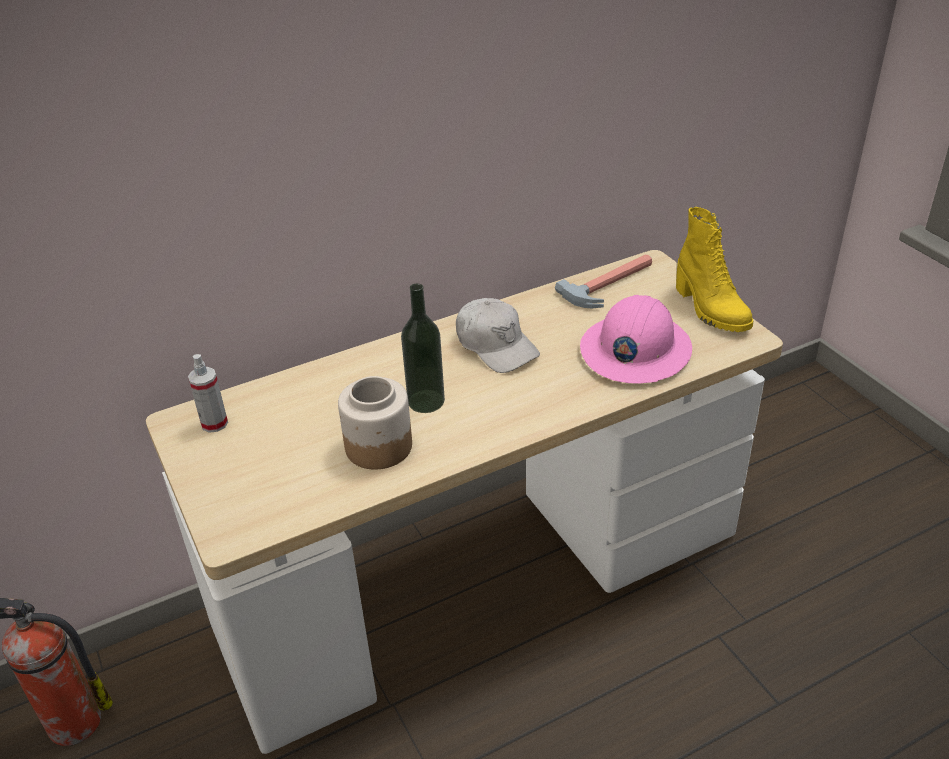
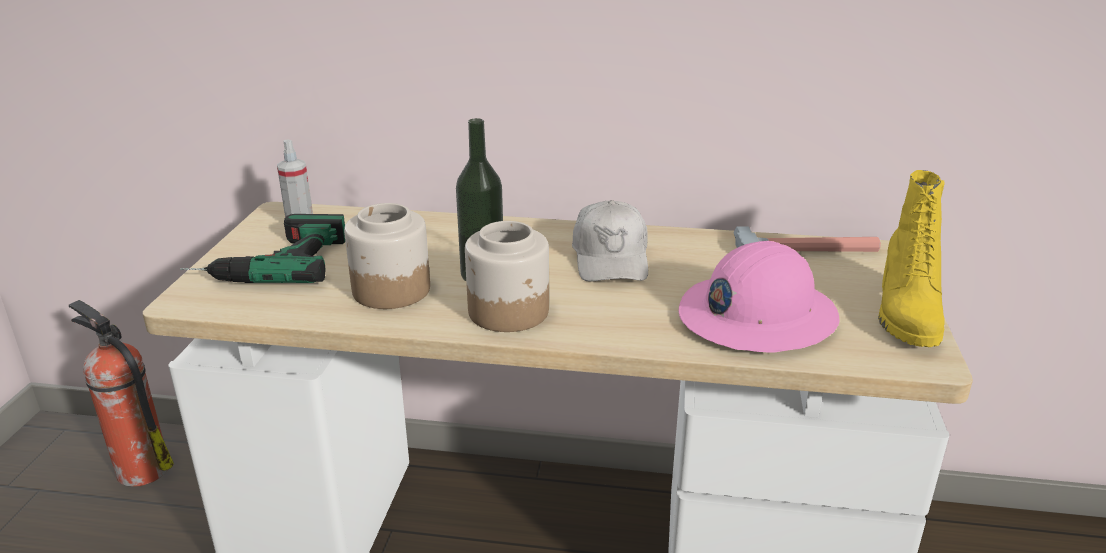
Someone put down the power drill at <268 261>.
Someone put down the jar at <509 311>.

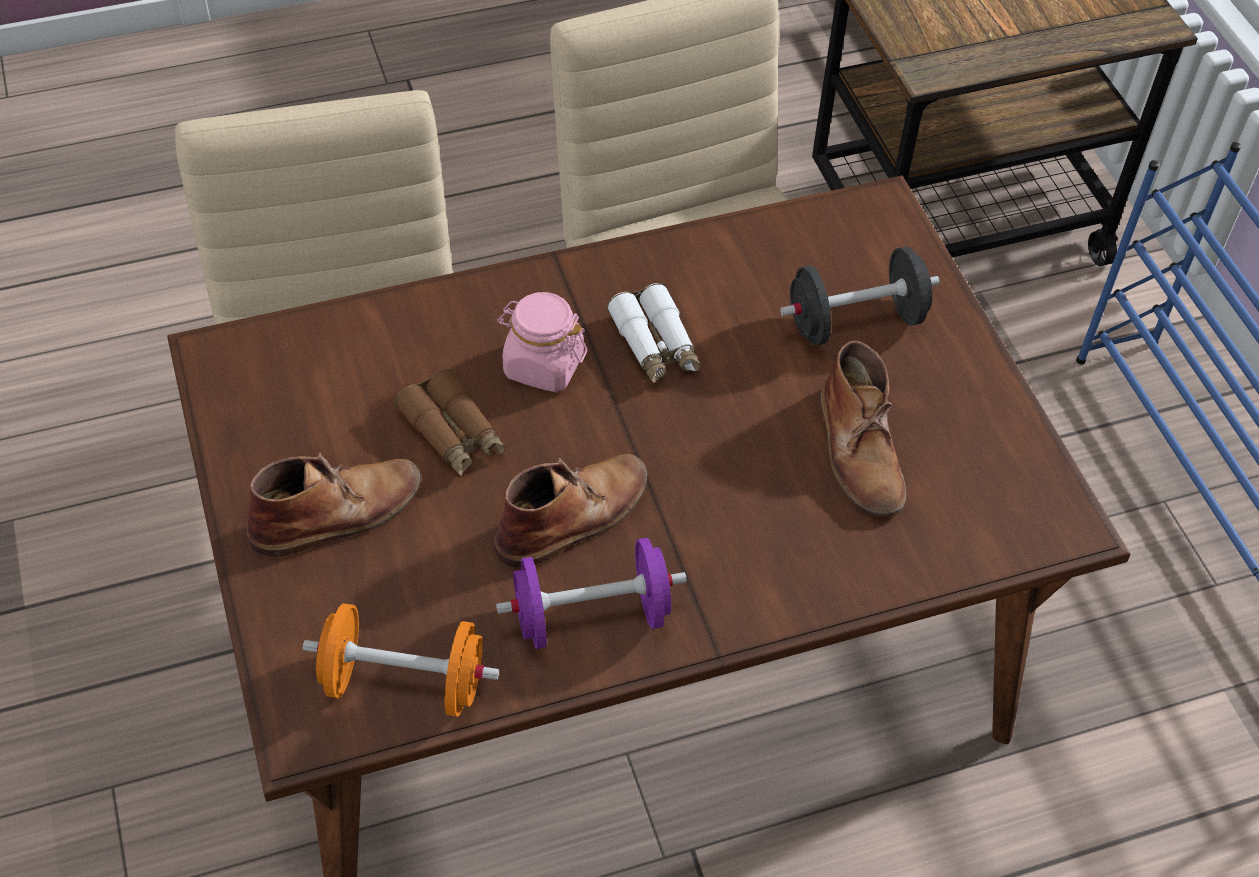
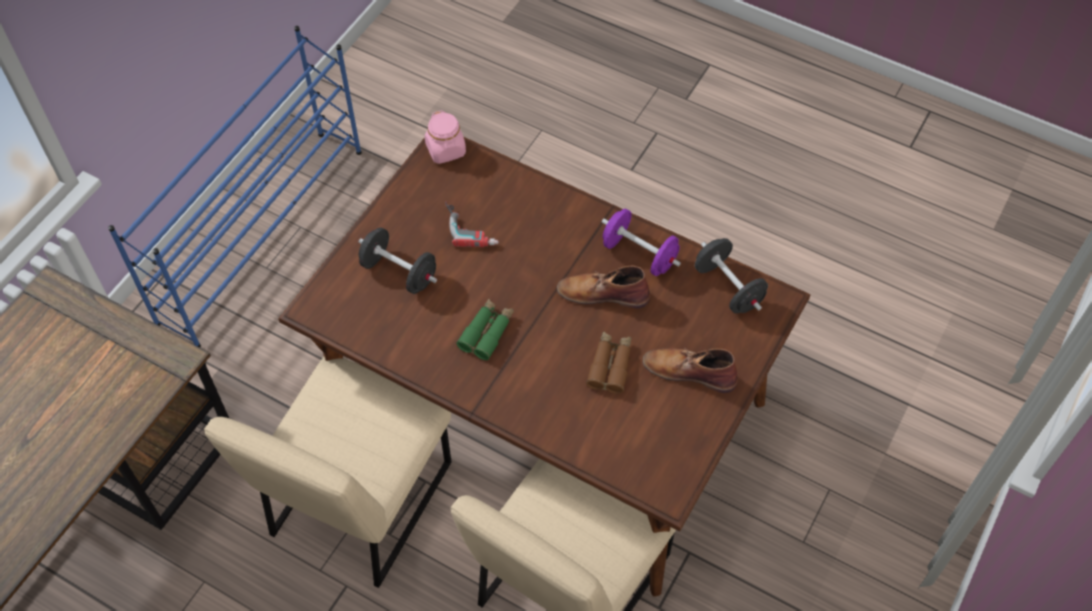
Someone repainted the free weight (orange-coloured) at <404 682>, which became the free weight (black-coloured) at <728 287>.
Someone carried the jar (pink-coloured) from <543 365> to <446 150>.
Someone repainted the field glasses (white) at <655 345>, which became the field glasses (green) at <487 332>.
Someone swapped the high-top boot (brown) at <859 451> for the power drill at <471 226>.

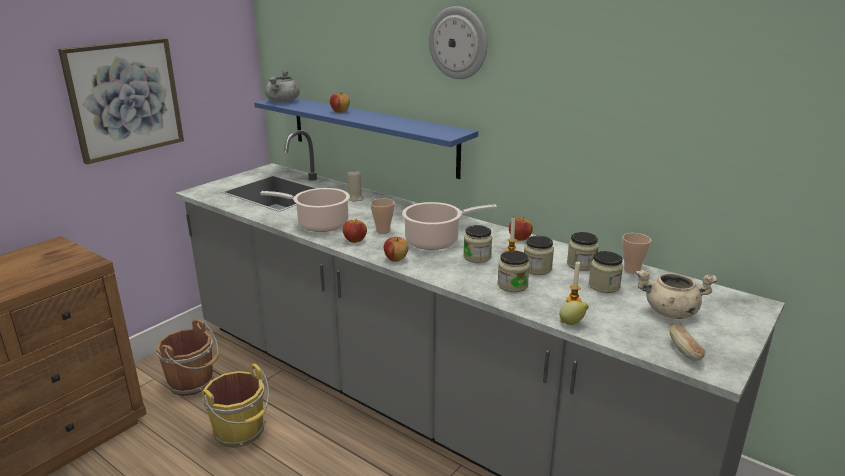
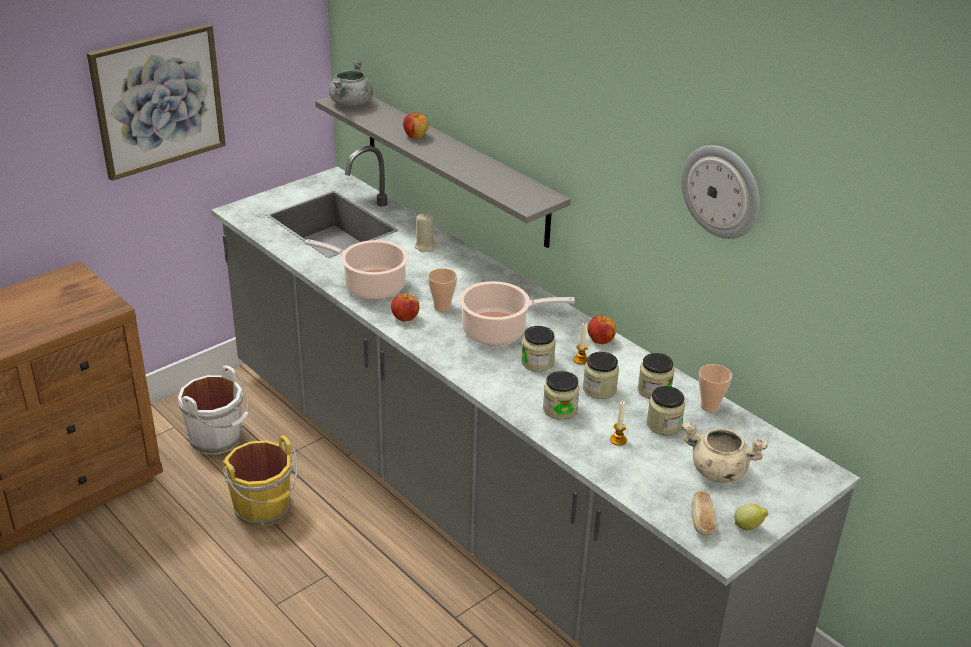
Someone repainted the bucket (brown) at <193 382>, which became the bucket (white) at <218 439>.
Someone repainted the bracket shelf (blue-coloured) at <371 135>, which became the bracket shelf (greyish) at <454 166>.
Someone took away the apple fruit at <396 259>.
Someone carried the wall clock from <458 43> to <722 191>.
Someone carried the lemon from <572 323> to <748 527>.

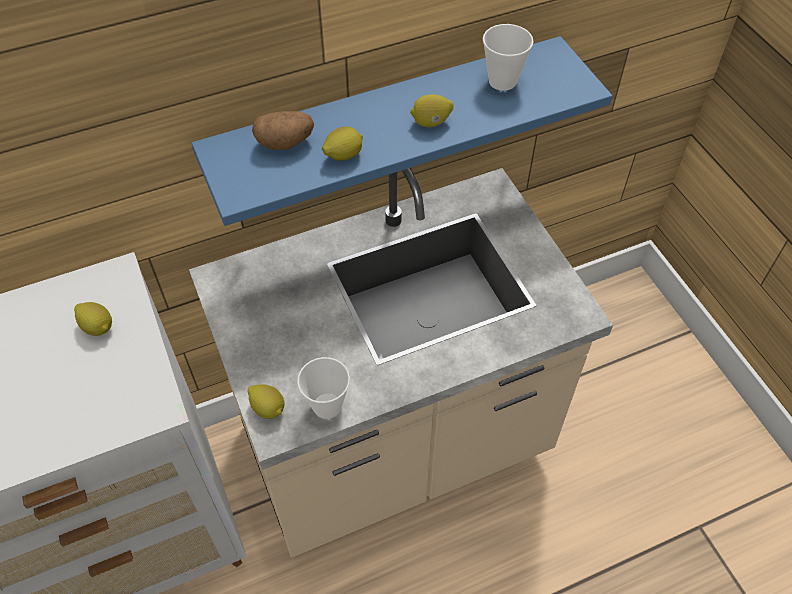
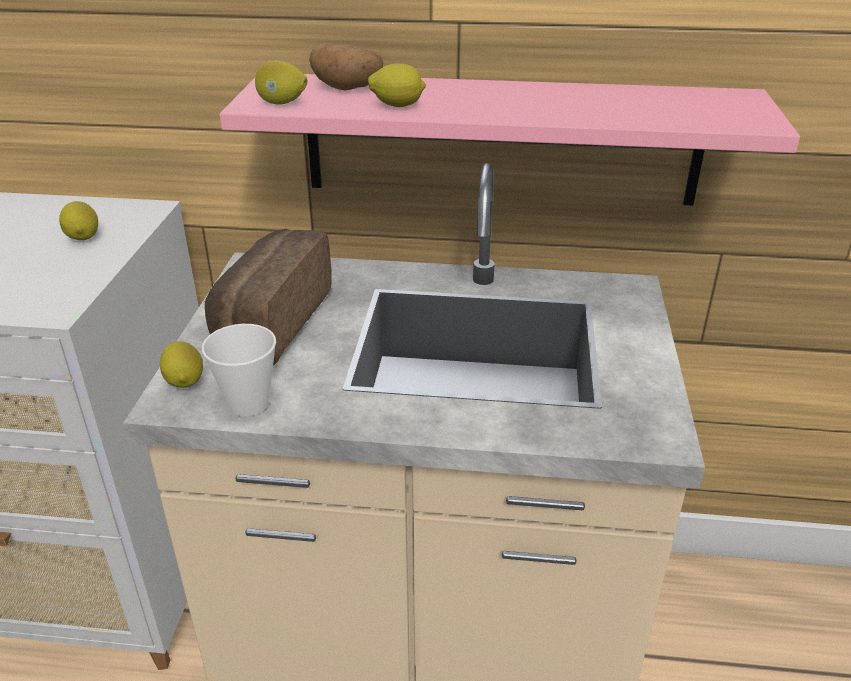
Someone repainted the bracket shelf (blue-coloured) at <386 122>, which became the bracket shelf (pink-coloured) at <501 139>.
Someone carried the lemon from <431 122> to <281 103>.
Someone took away the cup at <502 81>.
Someone put down the baked bread at <269 322>.

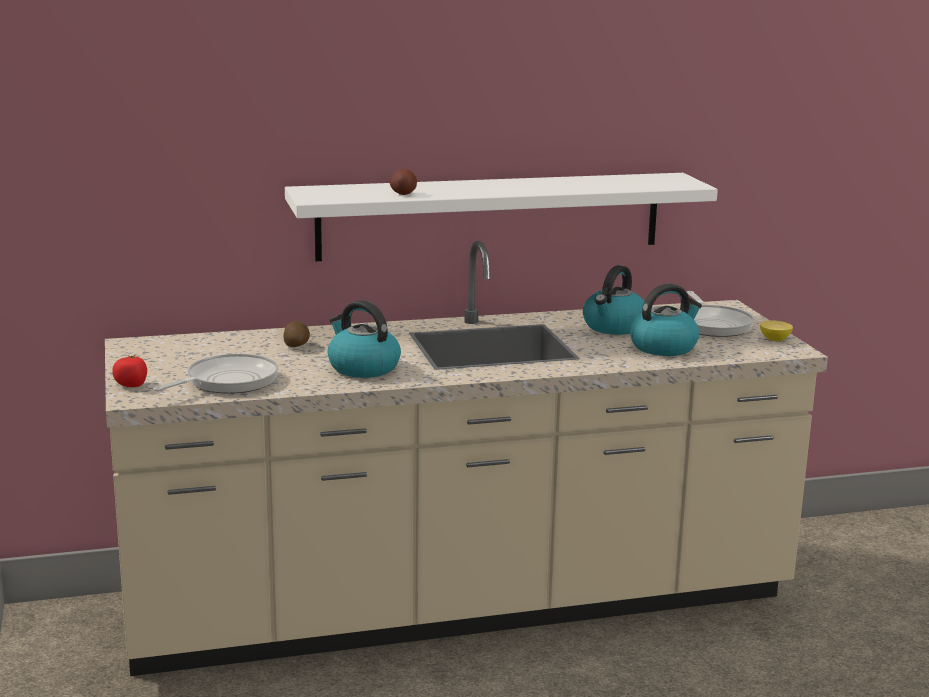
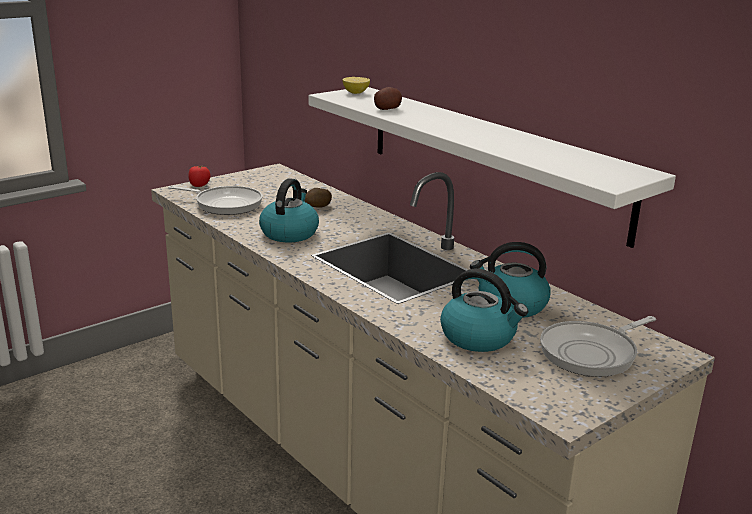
Someone carried the lemon from <774 339> to <356 92>.

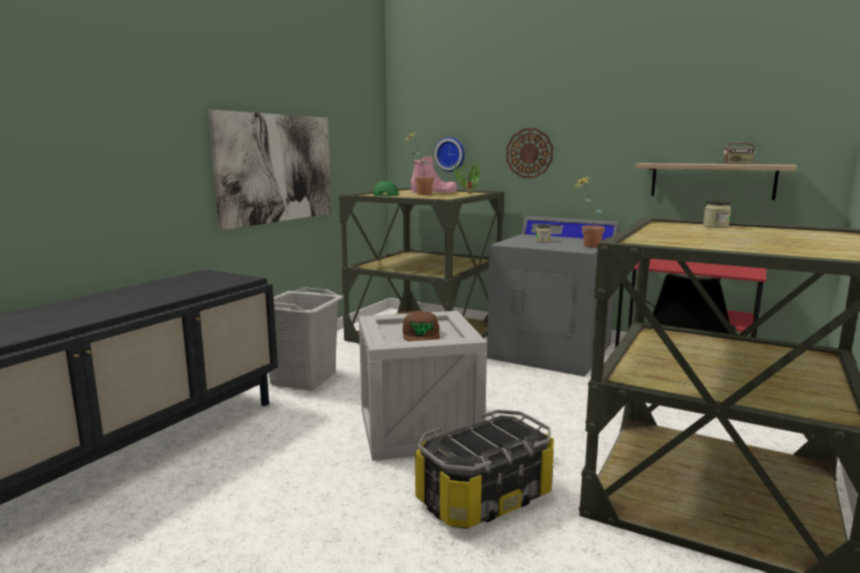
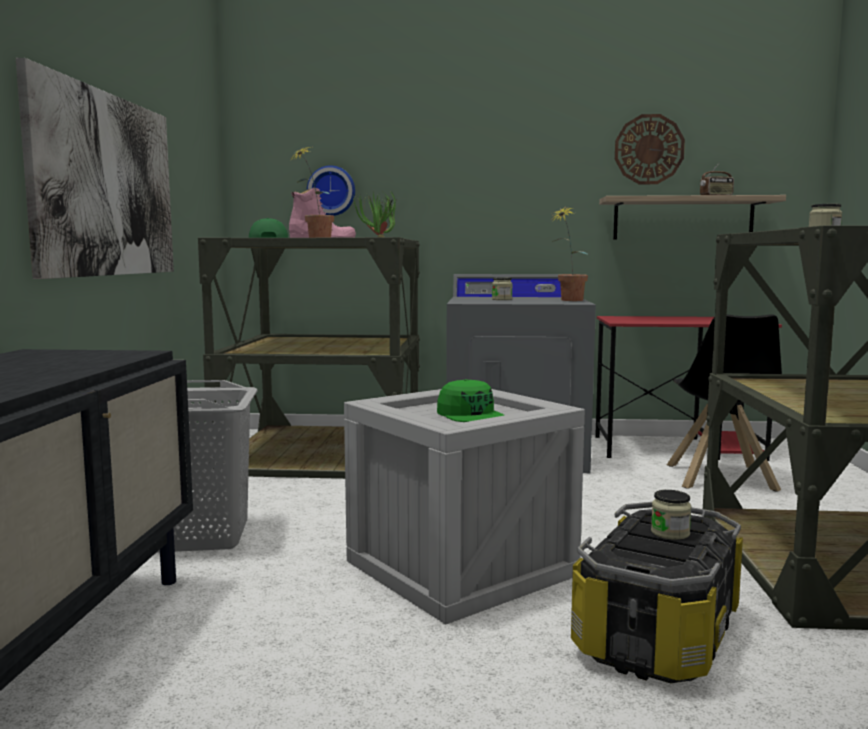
Someone repainted the peaked cap (brown) at <421 334>, which became the peaked cap (green) at <470 414>.
Someone carried the wall clock from <529 153> to <649 149>.
Someone put down the jar at <670 533>.

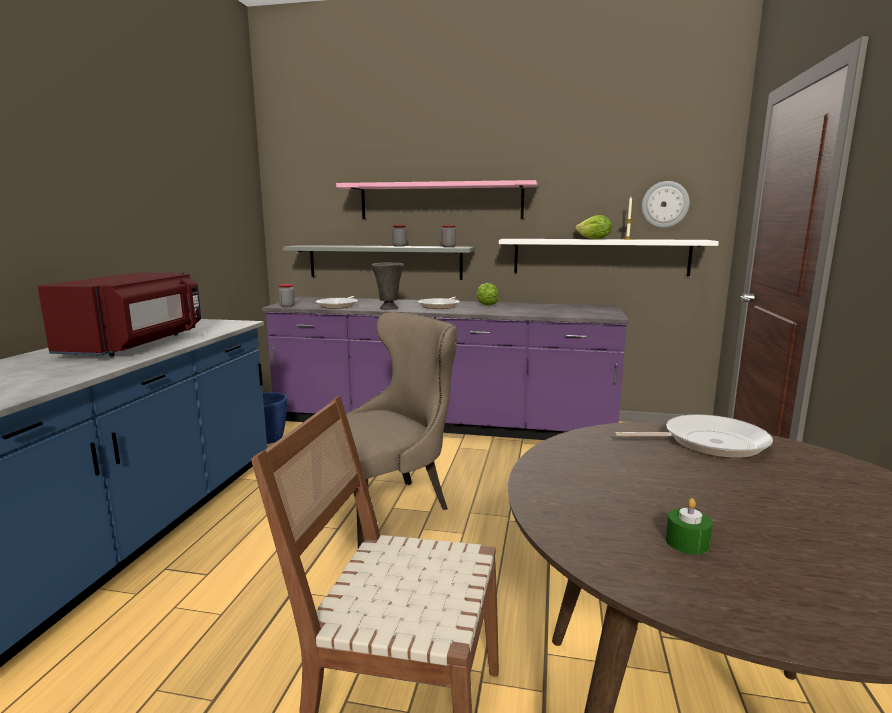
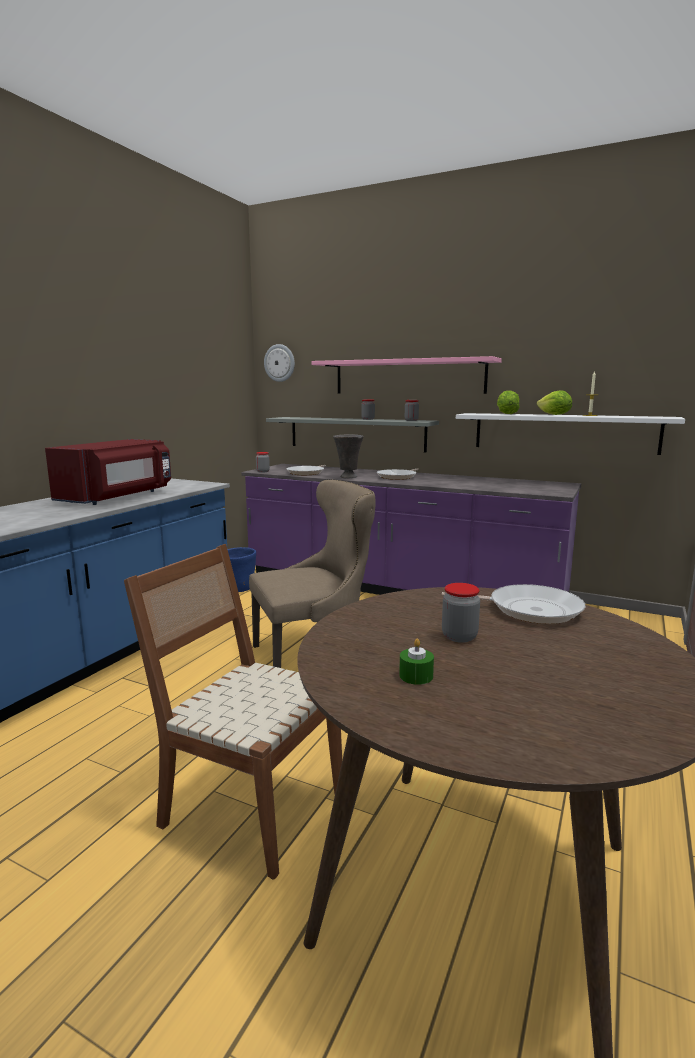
Someone carried the lettuce head from <486 305> to <506 414>.
Someone carried the wall clock from <664 204> to <279 363>.
Someone put down the jar at <459 636>.

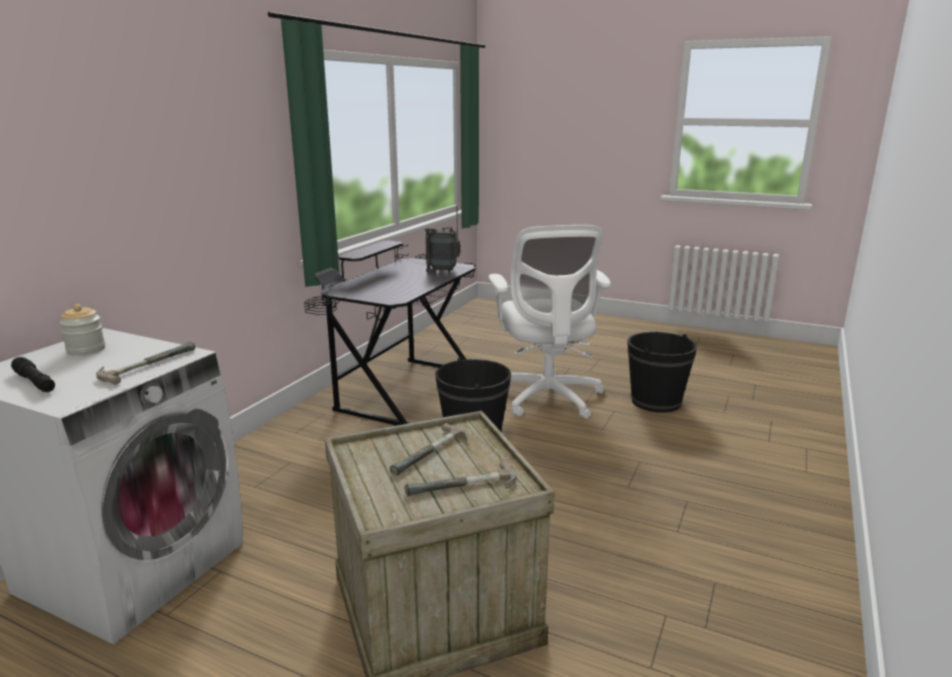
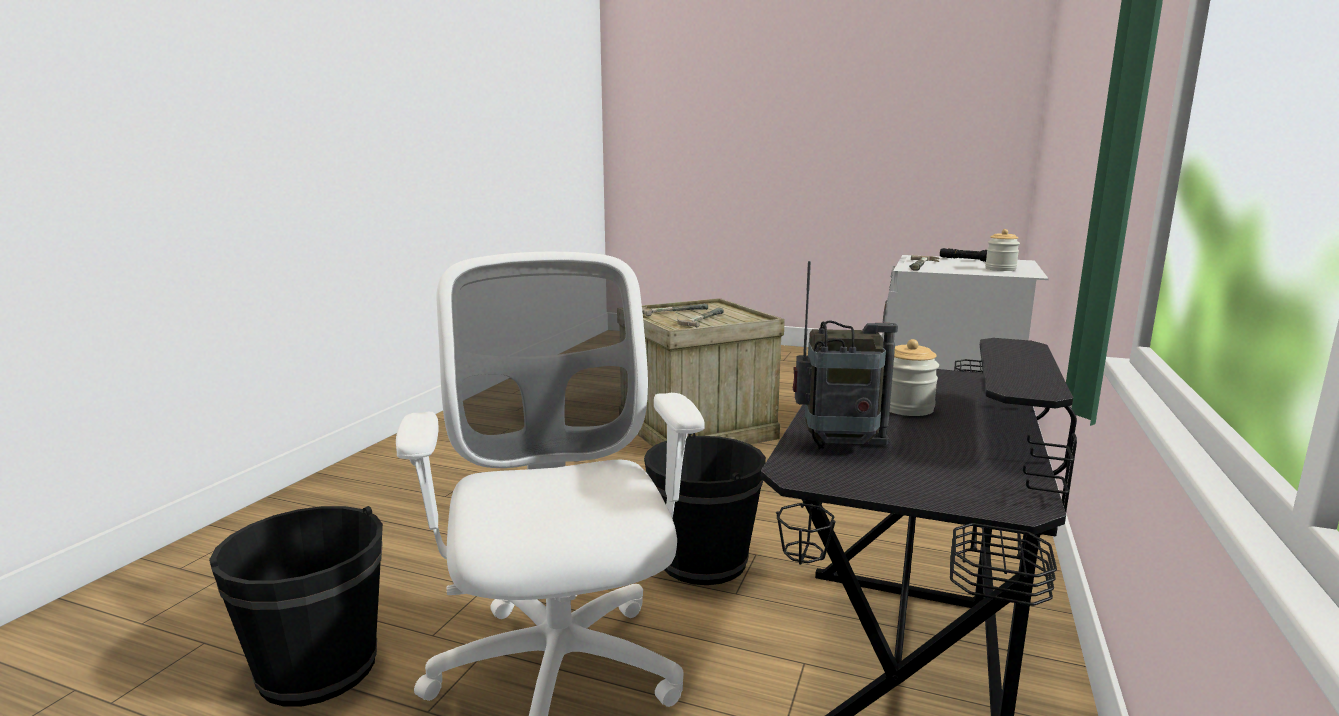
Someone put down the jar at <907 408>.

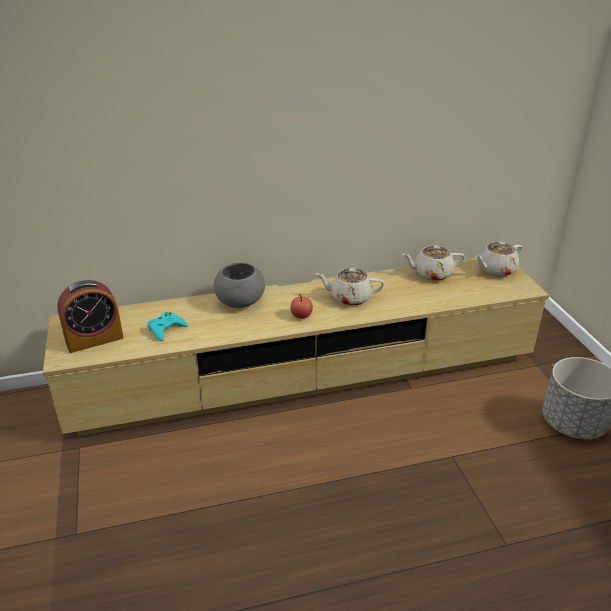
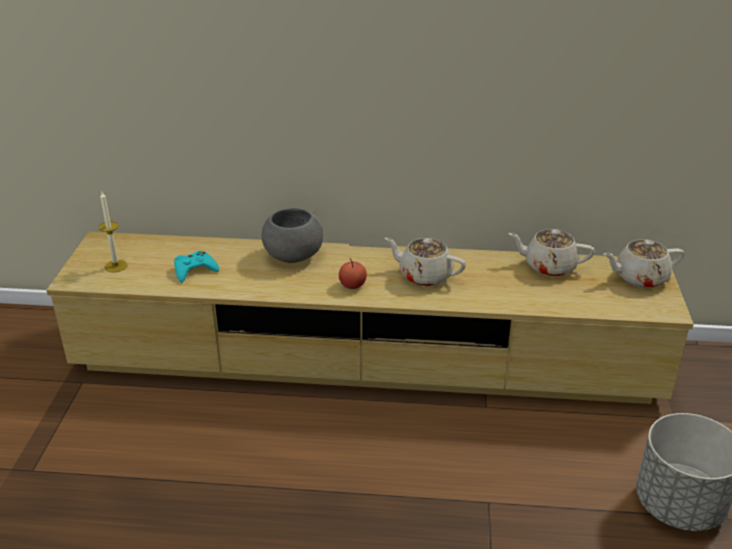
Someone swapped the bedside clock at <94 339> for the candle at <116 266>.

